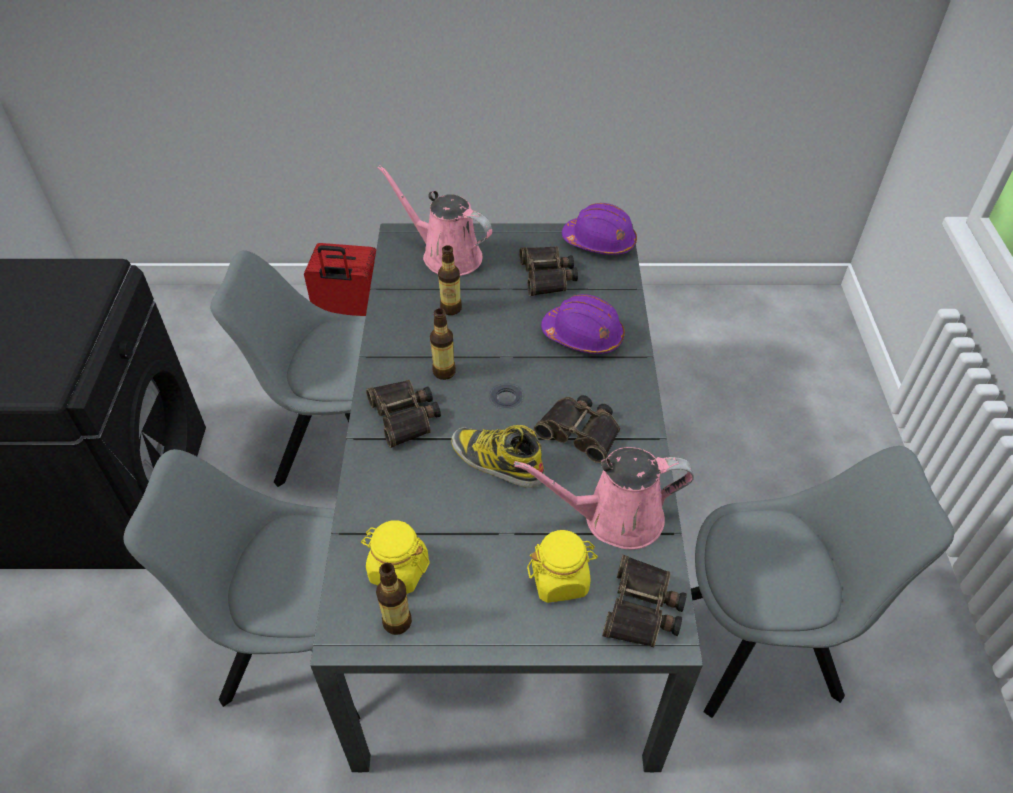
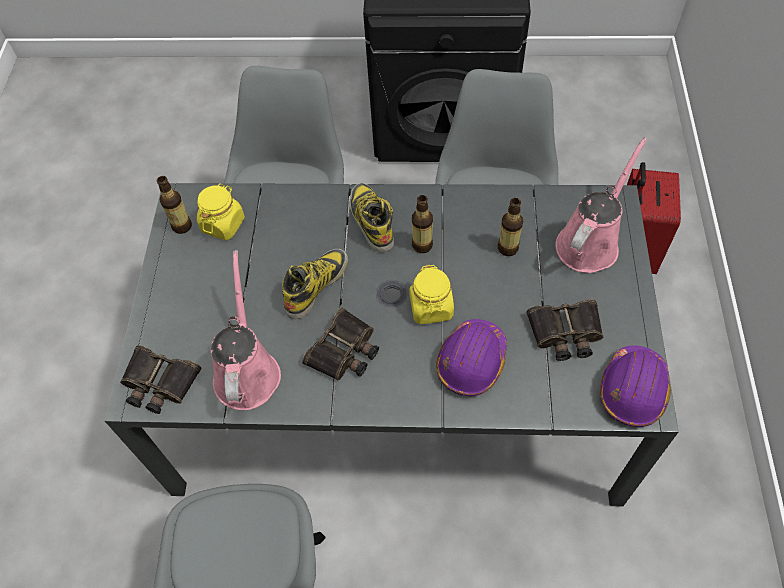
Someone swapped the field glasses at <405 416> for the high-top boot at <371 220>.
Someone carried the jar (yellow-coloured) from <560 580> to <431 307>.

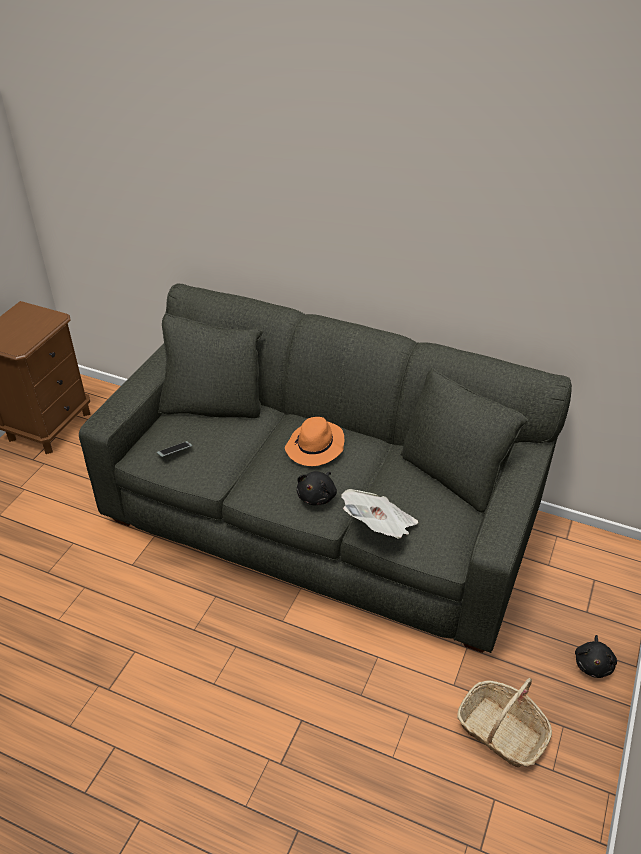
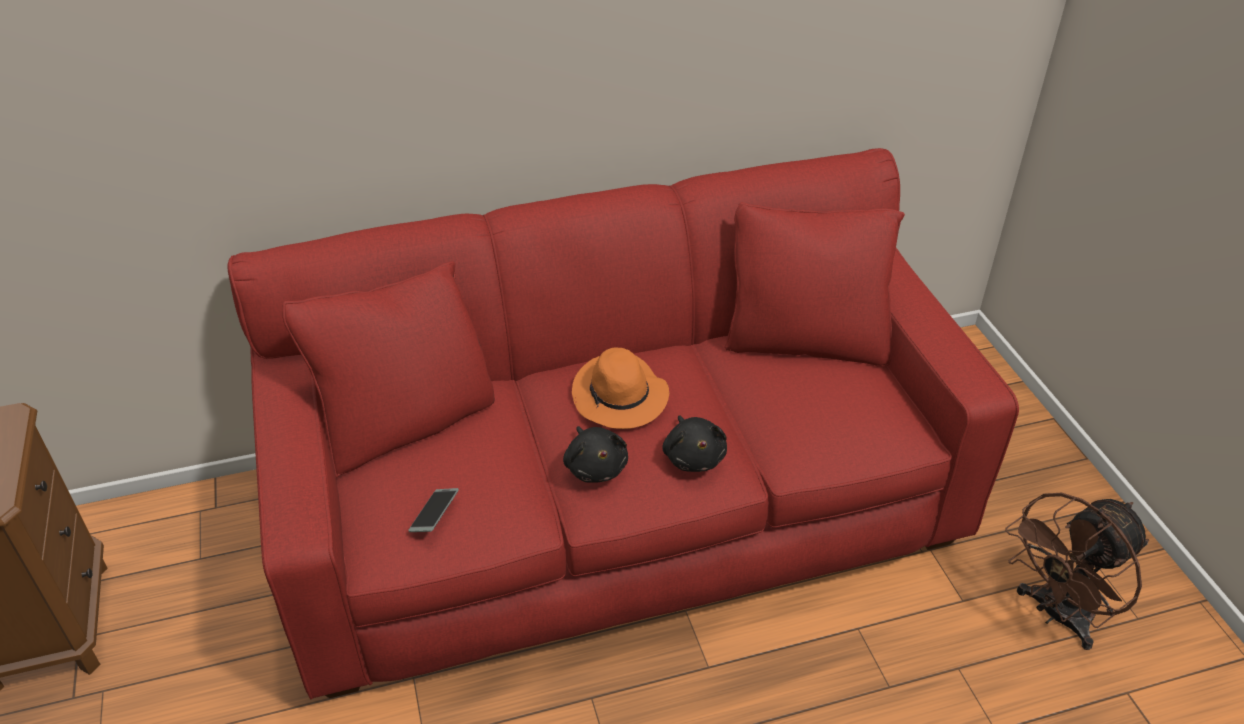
Someone repainted the settee (greyish) at <320 523>, which became the settee (red) at <621 514>.
Someone took away the newspaper at <379 527>.
Someone swapped the storage basket at <501 731> for the cooling fan (brown) at <1056 615>.
Someone carried the plush toy (black-coloured) from <593 664> to <595 466>.

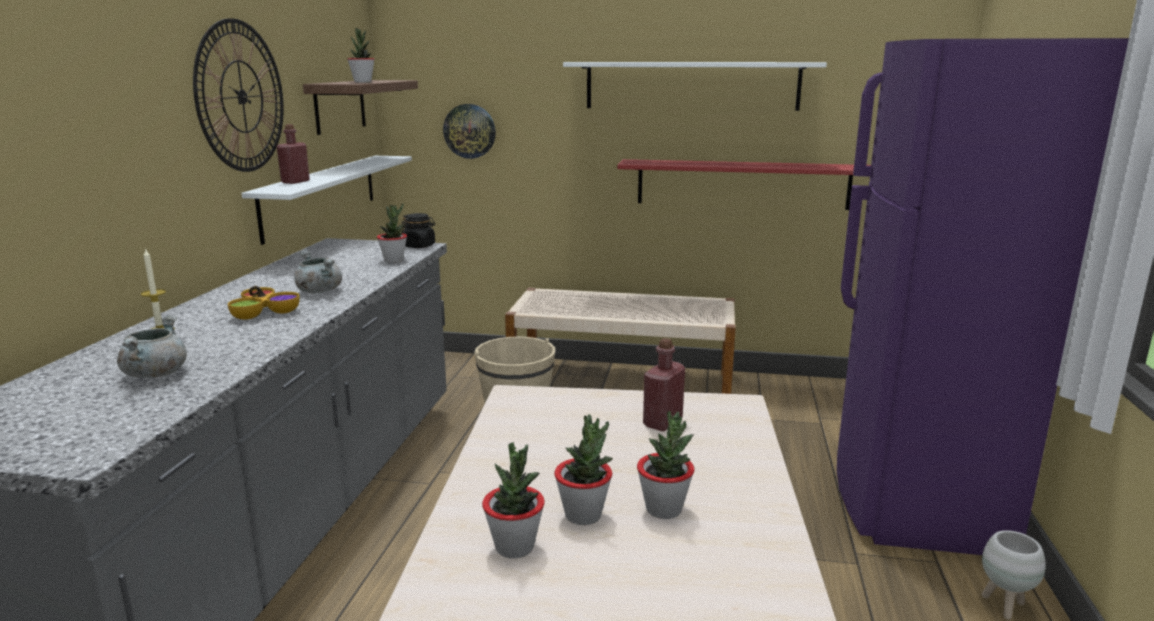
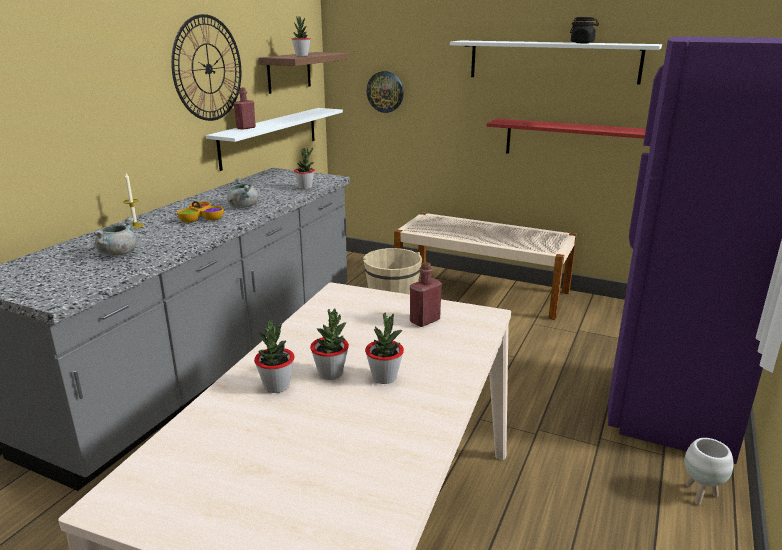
Someone carried the jar (black-coloured) from <419 246> to <582 43>.

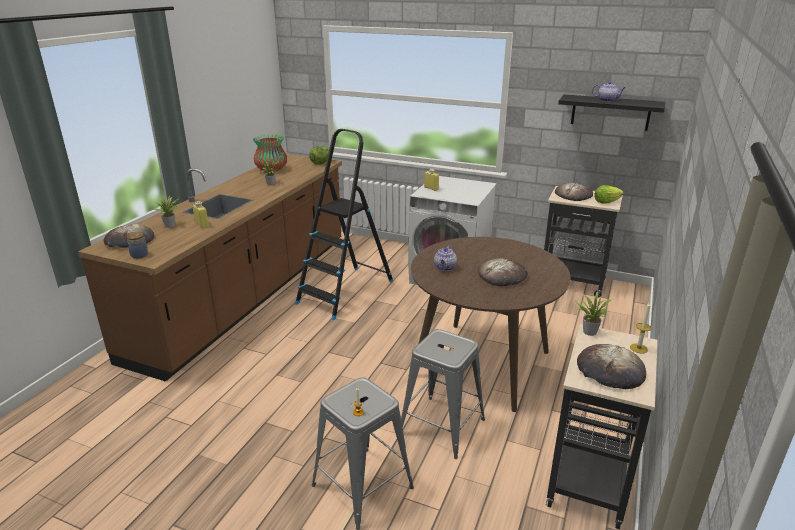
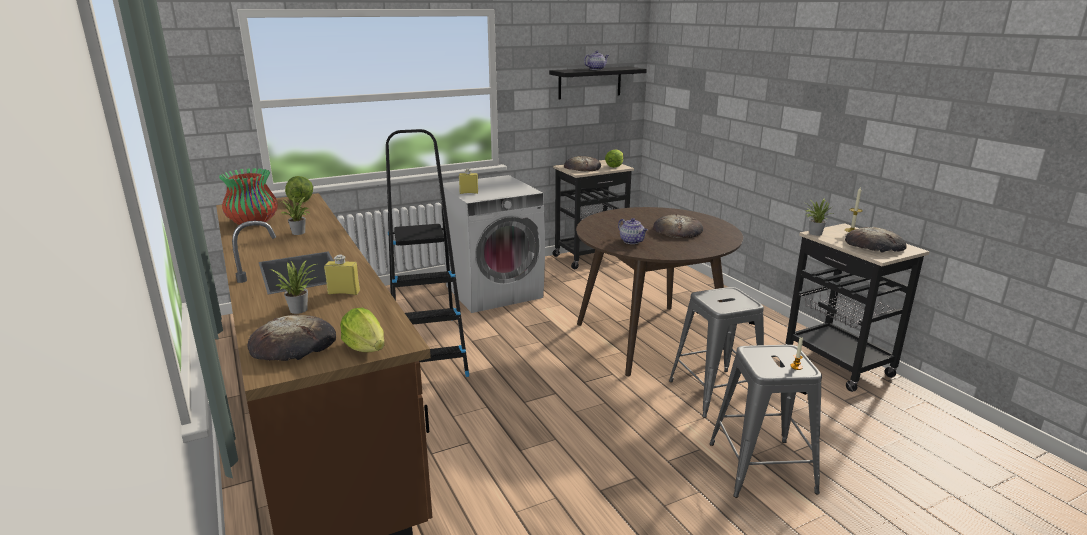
Someone swapped the jar at <140 255> for the lettuce head at <366 348>.

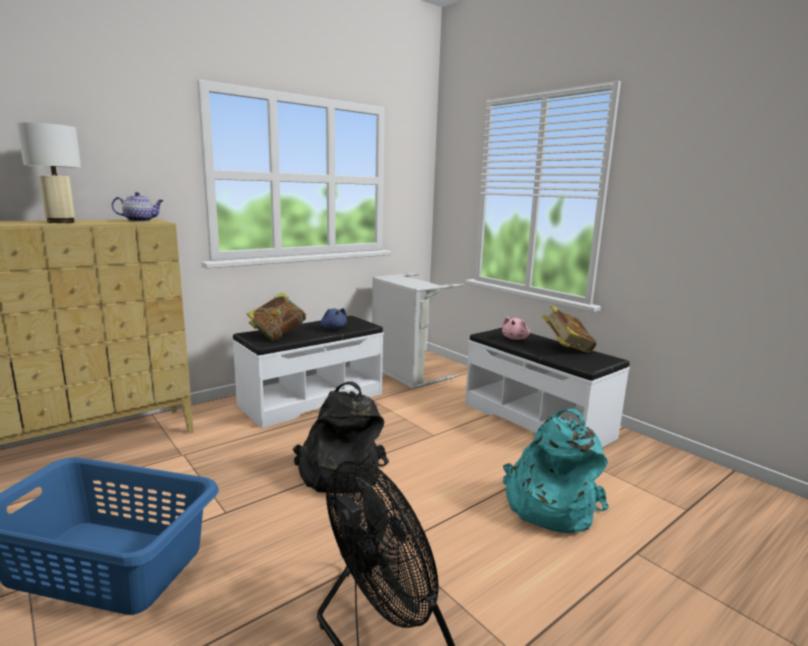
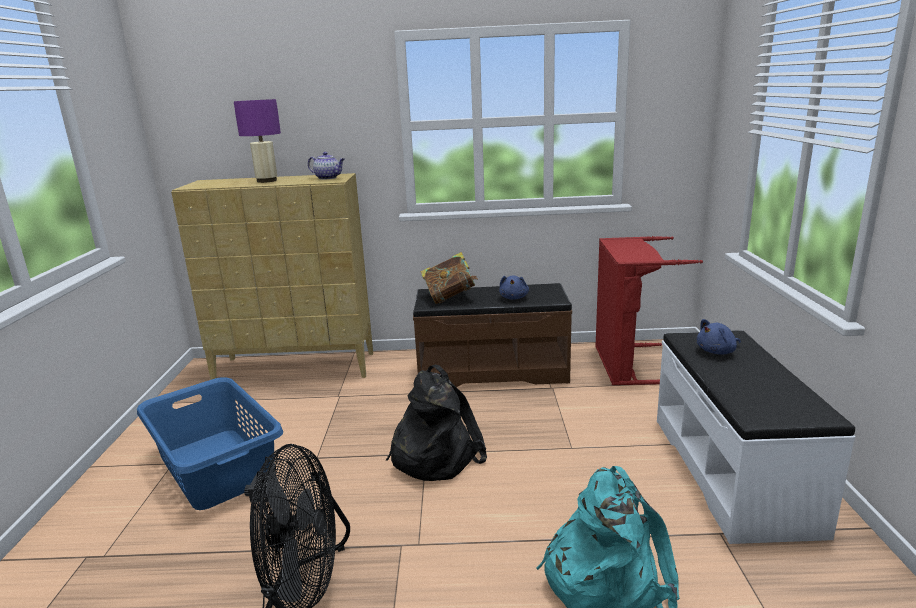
Someone repainted the tabletop lamp (white) at <60 222>, which became the tabletop lamp (purplish) at <266 181>.
Someone repainted the long seat (white) at <311 399>, which became the long seat (brown) at <492 370>.
Someone repainted the laundry basket (greyish) at <406 374>, which became the laundry basket (red) at <627 365>.
Someone repainted the plush toy (pink-coloured) at <515 338>, which became the plush toy (blue-coloured) at <717 351>.
Someone took away the volume at <566 348>.

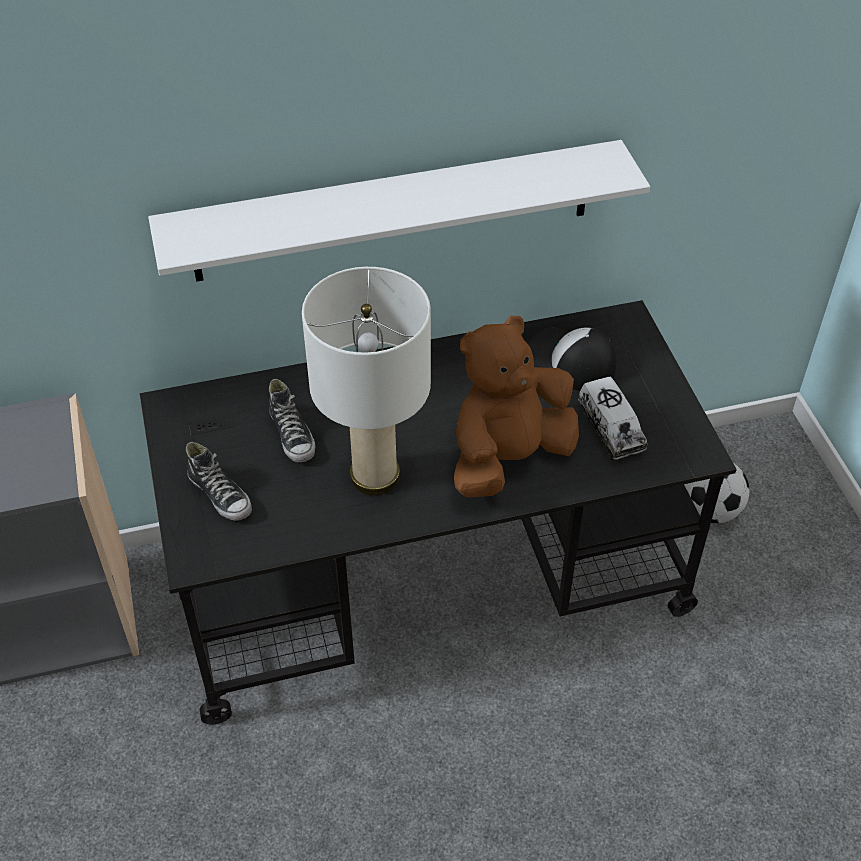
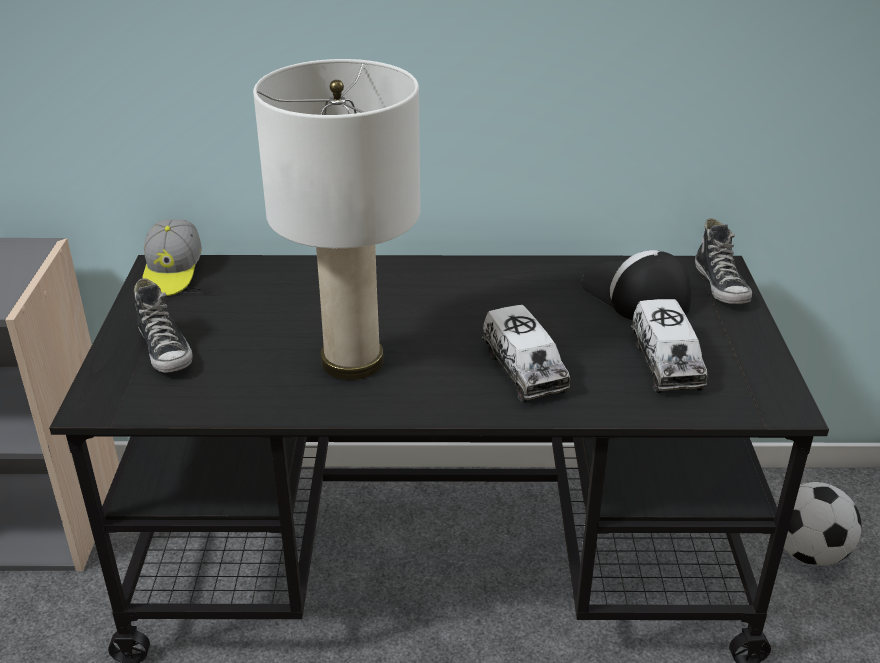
Someone took away the bracket shelf (white) at <393 211>.
Someone carried the shoe from <292 436> to <721 286>.
Someone swapped the plush toy (brown) at <508 458> for the toy truck at <524 370>.
Someone put down the peaked cap at <173 273>.

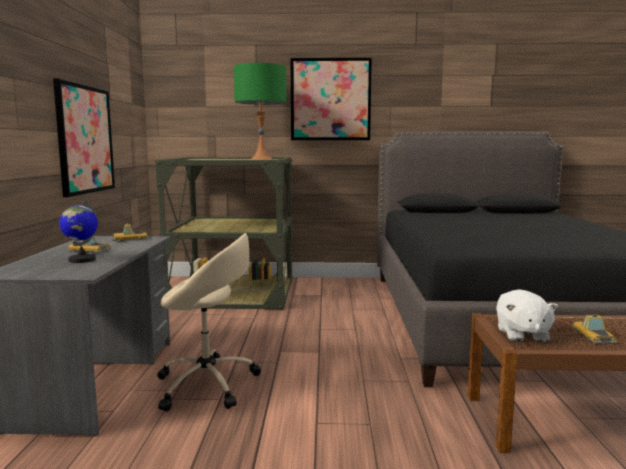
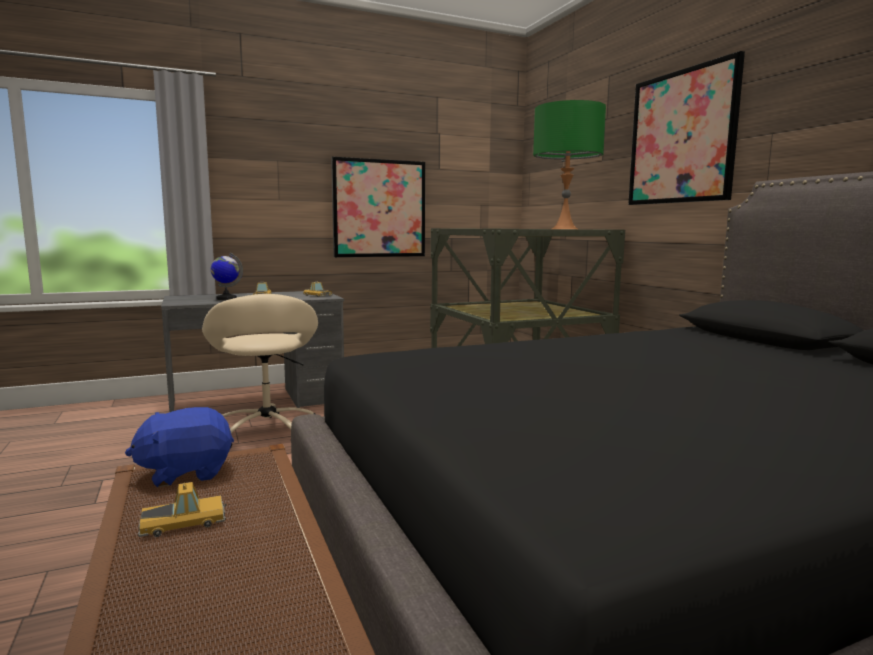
Someone repainted the plush toy (white) at <522 335>, which became the plush toy (blue-coloured) at <186 472>.

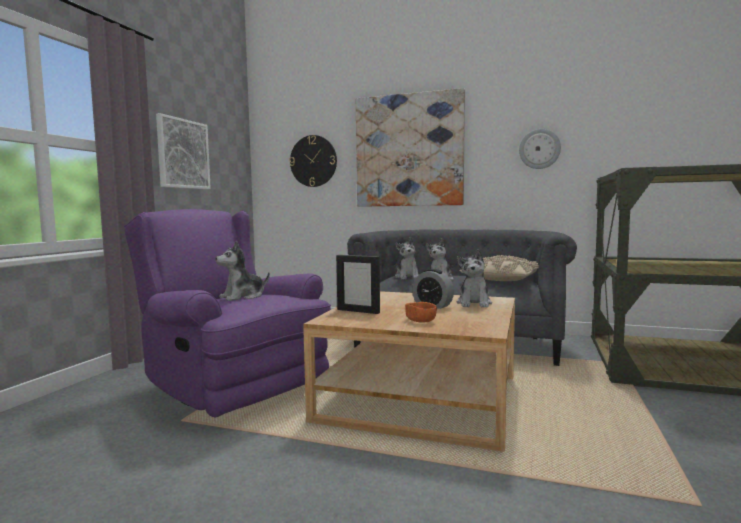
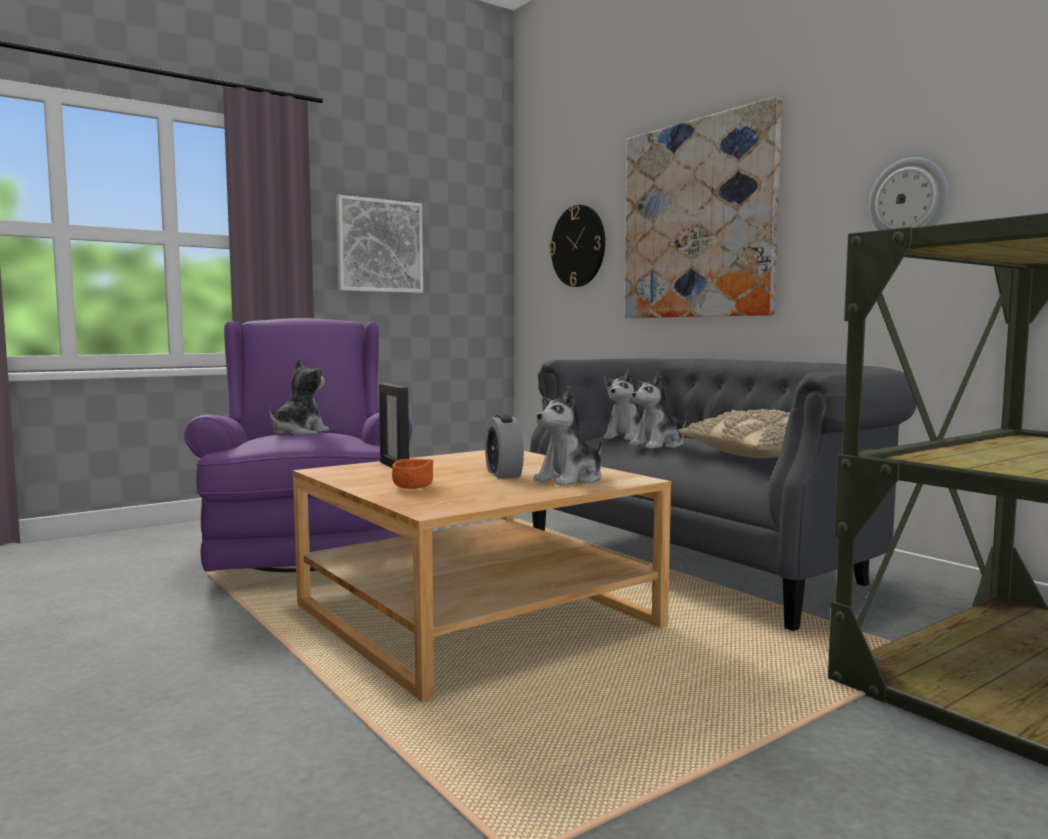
Someone rotated the plush toy at <243 297> by 120 degrees clockwise.

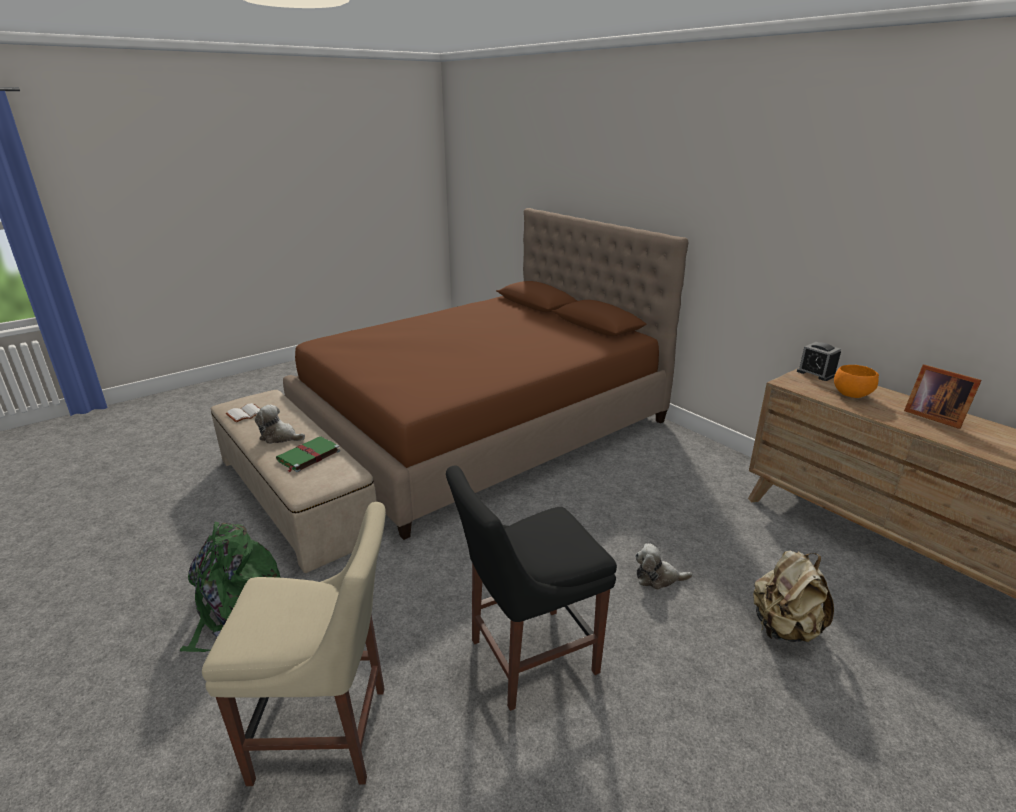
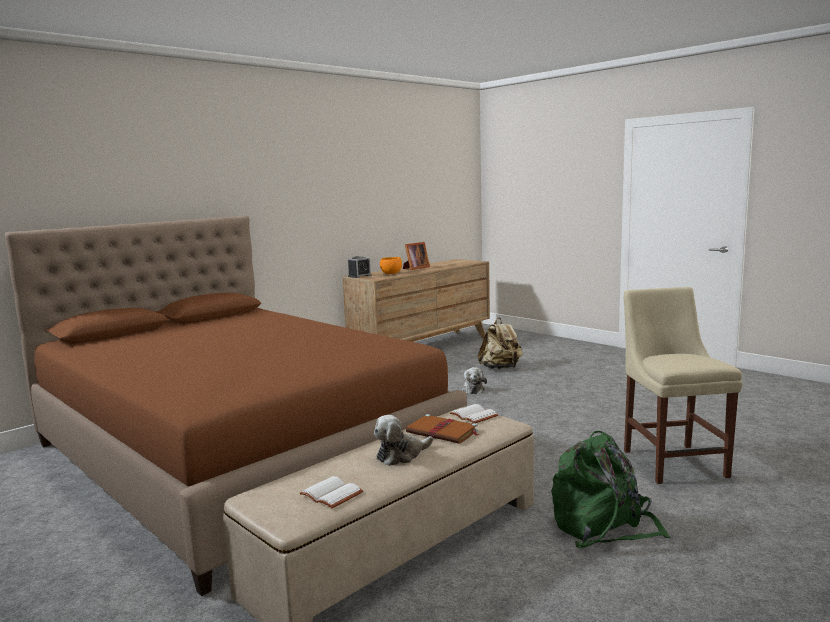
Someone rotated the plush toy at <280 437> by 45 degrees clockwise.
Someone repainted the volume (green) at <308 456>, which became the volume (brown) at <443 432>.
Someone took away the chair (black-coloured) at <527 657>.
Someone put down the volume (white) at <472 416>.

